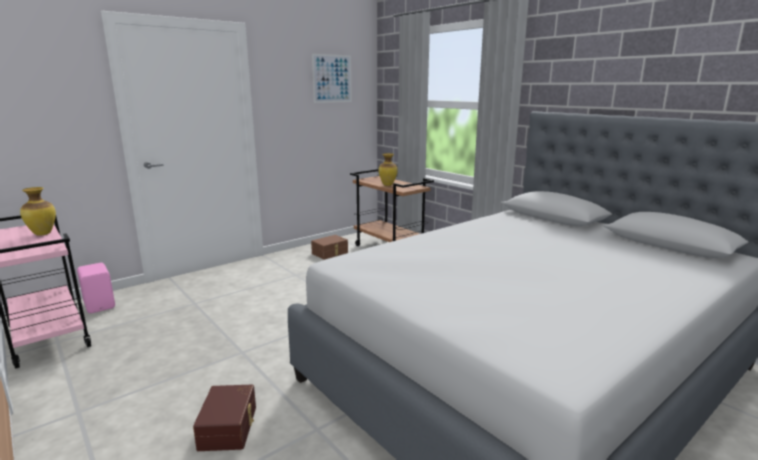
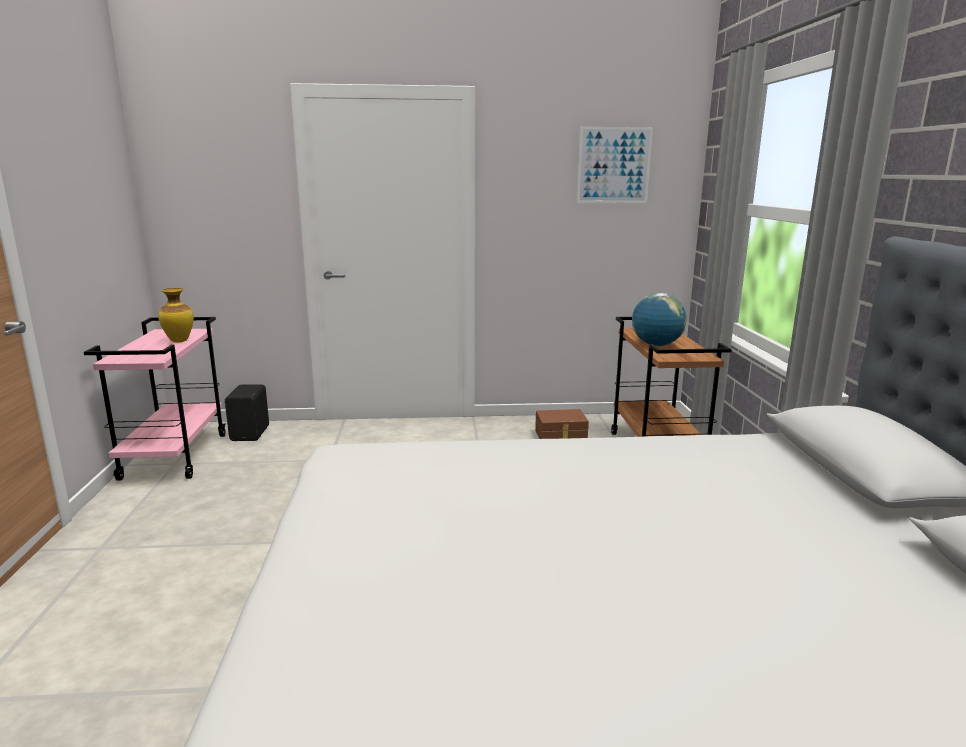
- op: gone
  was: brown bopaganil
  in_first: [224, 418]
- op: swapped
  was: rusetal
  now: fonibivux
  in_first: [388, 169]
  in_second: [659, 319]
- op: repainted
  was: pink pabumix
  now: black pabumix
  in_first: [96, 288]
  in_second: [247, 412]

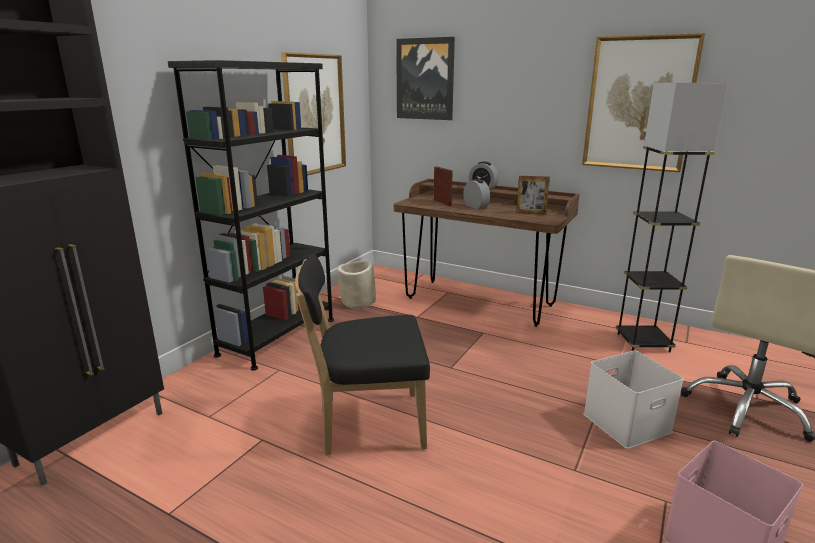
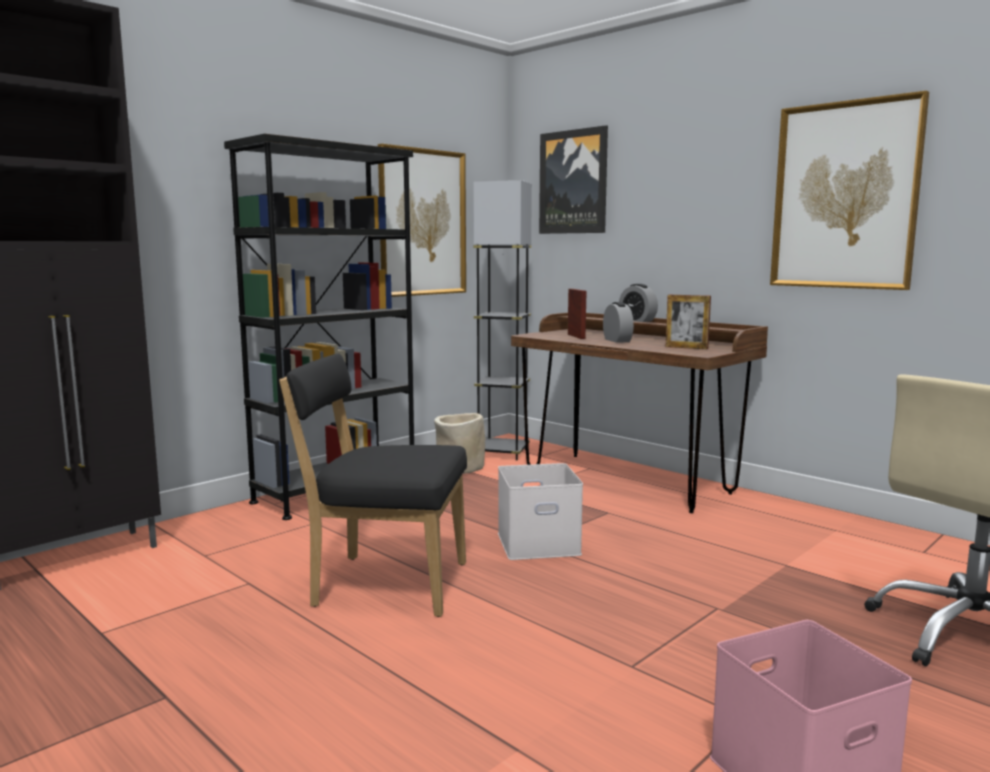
- op: shifted
  was: white bopaganil
  in_first: [633, 399]
  in_second: [540, 511]
- op: shifted
  was: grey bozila
  in_first: [672, 217]
  in_second: [502, 320]

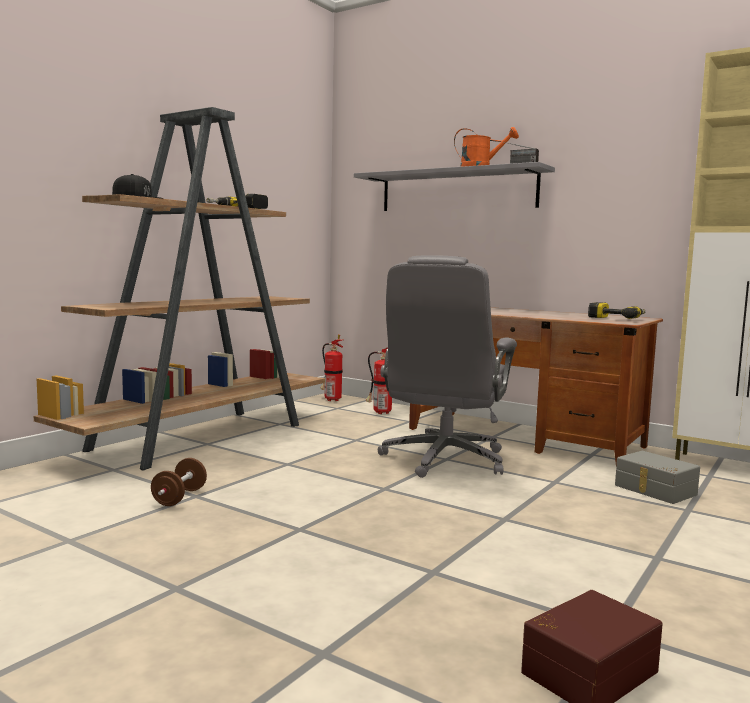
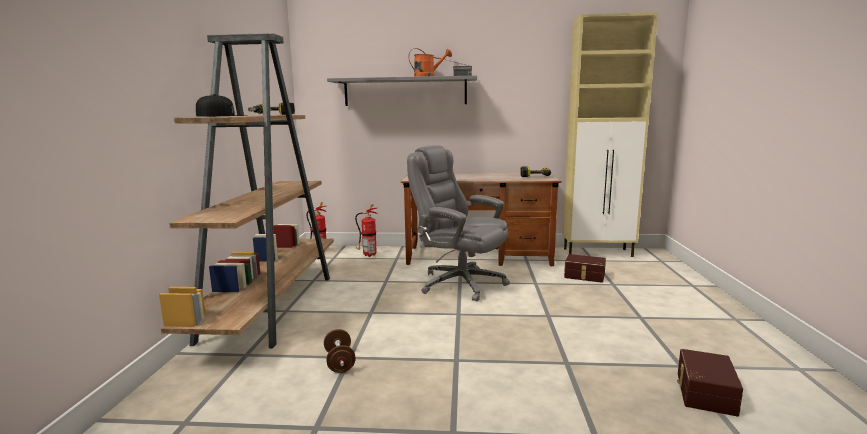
- op: repainted
  was: grey bopaganil
  now: brown bopaganil
  in_first: [657, 477]
  in_second: [585, 268]
- op: rotated
  was: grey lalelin
  in_first: [447, 366]
  in_second: [458, 223]
  clockwise: 135

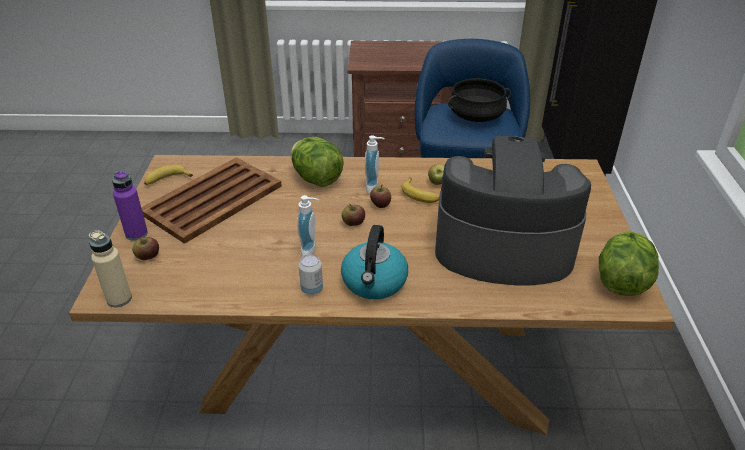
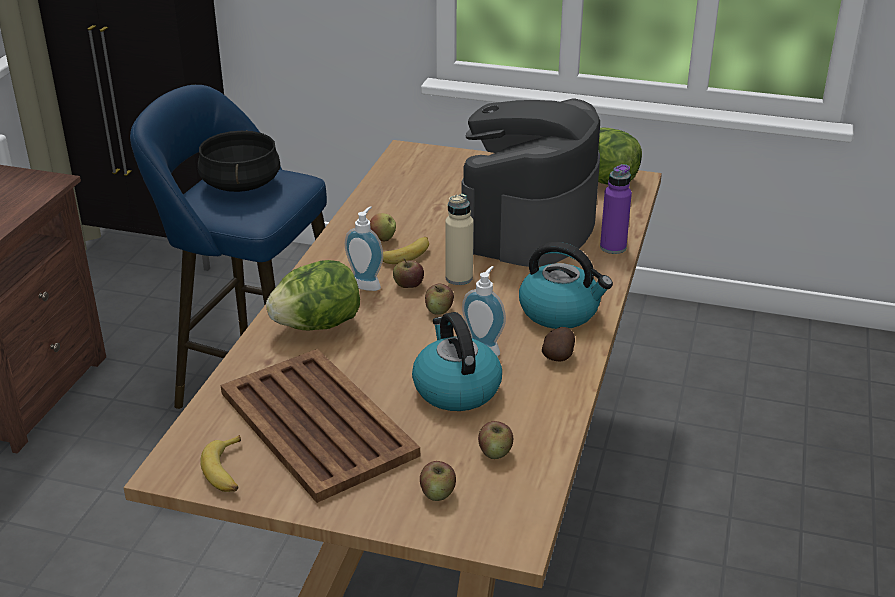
- op: new
  now: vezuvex
  in_second: [457, 361]
- op: new
  now: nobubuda
  in_second: [495, 440]
- op: shifted
  was: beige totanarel
  in_first: [110, 268]
  in_second: [459, 239]
- op: shifted
  was: purple totanarel
  in_first: [130, 206]
  in_second: [616, 209]
- op: swapped
  was: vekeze
  now: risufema
  in_first: [311, 274]
  in_second: [558, 344]

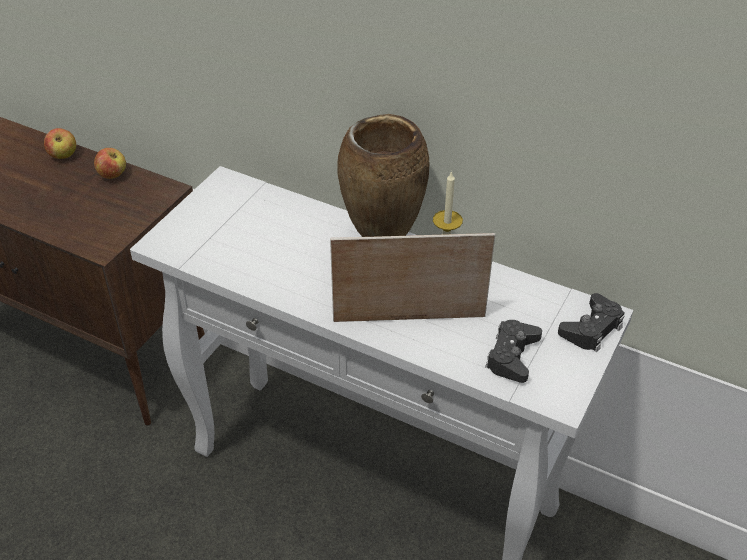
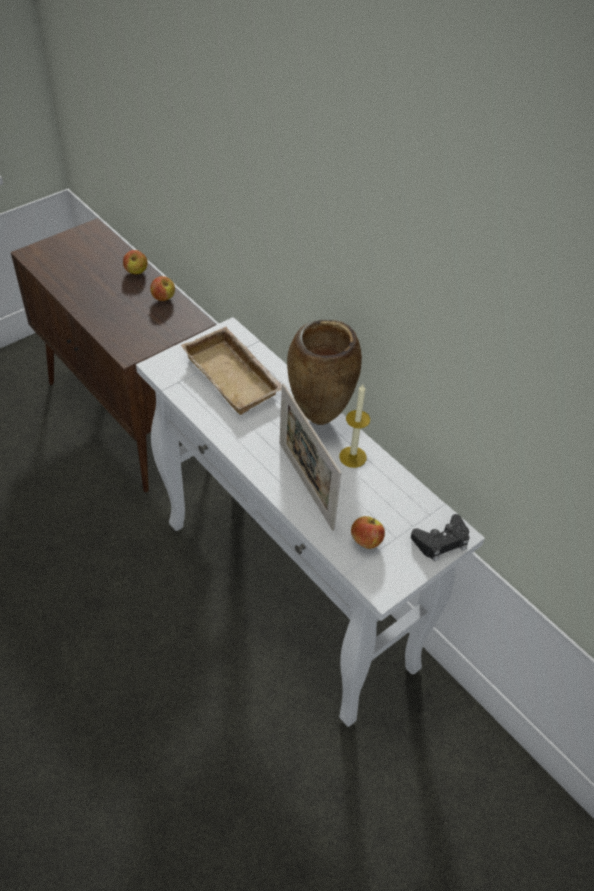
- op: new
  now: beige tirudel
  in_second: [231, 371]
- op: swapped
  was: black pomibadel
  now: nobubuda
  in_first: [513, 351]
  in_second: [368, 532]
- op: rotated
  was: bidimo
  in_first: [412, 277]
  in_second: [311, 457]
  clockwise: -135

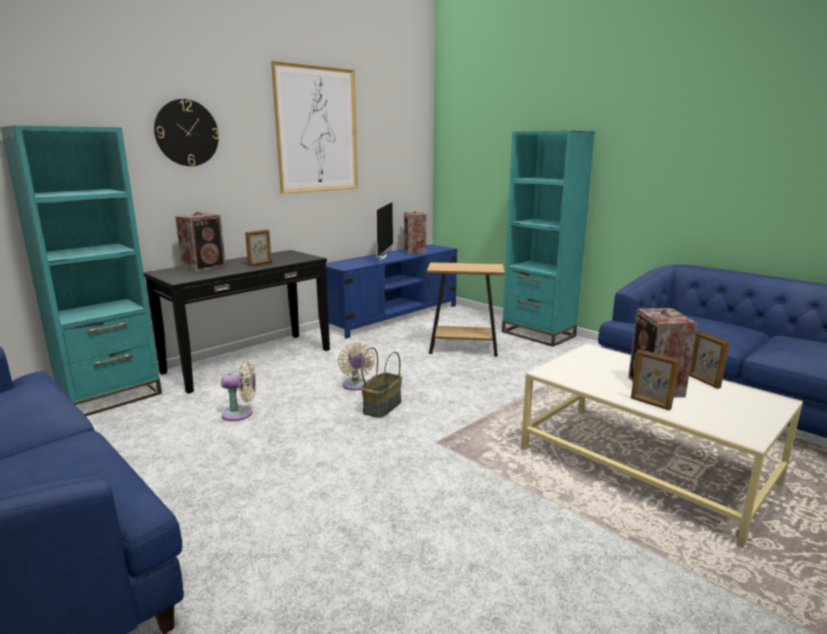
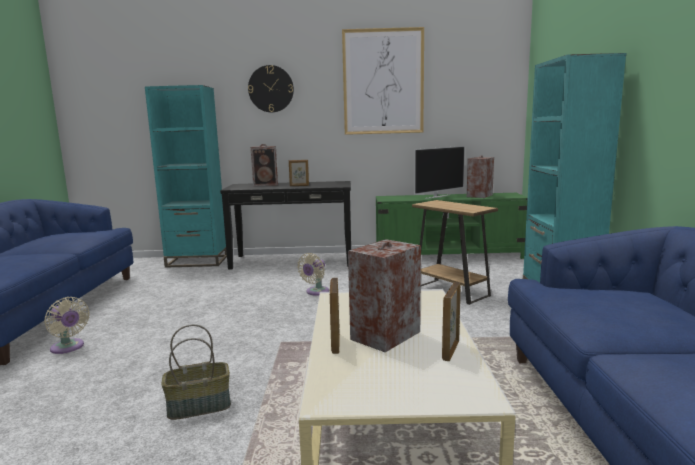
- op: shifted
  was: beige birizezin
  in_first: [238, 391]
  in_second: [67, 325]
- op: shifted
  was: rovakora
  in_first: [381, 382]
  in_second: [196, 372]
- op: repainted
  was: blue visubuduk
  now: green visubuduk
  in_first: [391, 291]
  in_second: [452, 226]

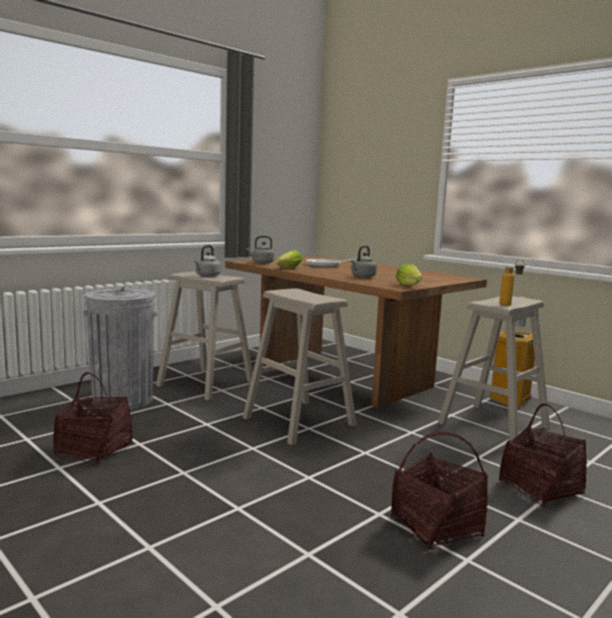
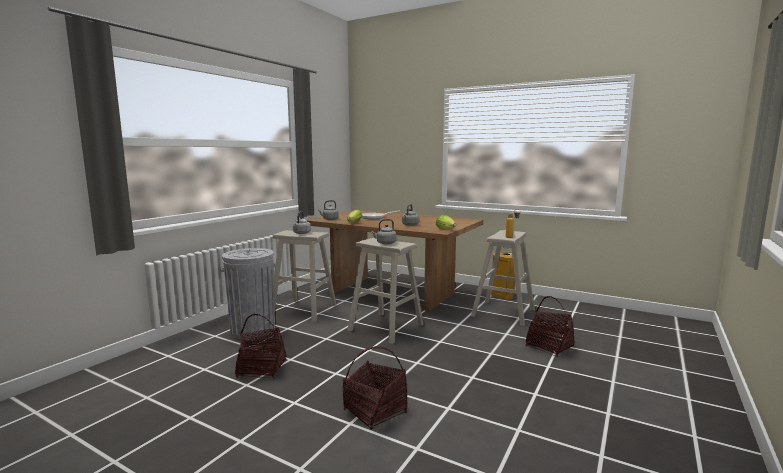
- op: new
  now: grey vezuvex
  in_second: [384, 231]
- op: shifted
  was: rovakora
  in_first: [439, 491]
  in_second: [375, 388]

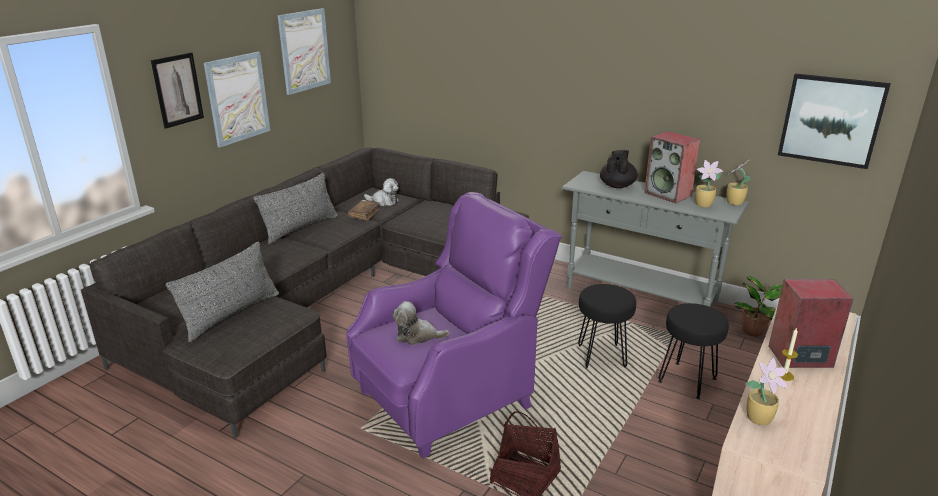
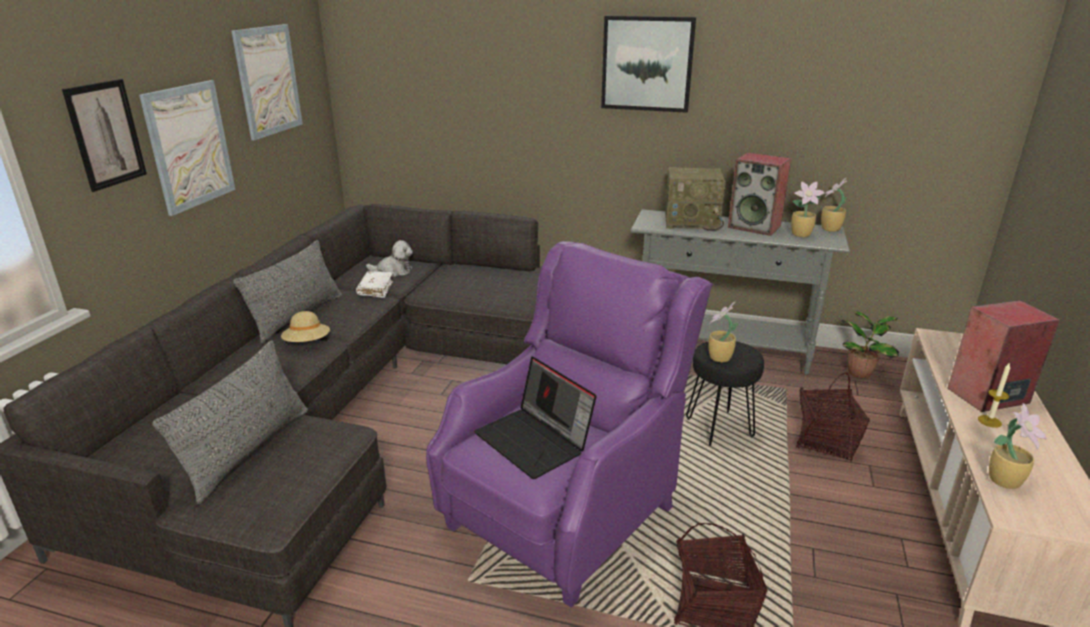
- op: new
  now: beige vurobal
  in_second: [305, 326]
- op: new
  now: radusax
  in_second: [723, 332]
- op: shifted
  was: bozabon
  in_first: [834, 121]
  in_second: [648, 64]
- op: swapped
  was: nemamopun
  now: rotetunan
  in_first: [421, 323]
  in_second: [535, 418]
- op: swapped
  was: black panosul
  now: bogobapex
  in_first: [619, 169]
  in_second: [695, 199]
- op: swapped
  was: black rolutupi
  now: rovakora
  in_first: [693, 351]
  in_second: [833, 417]
- op: repainted
  was: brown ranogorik
  now: white ranogorik
  in_first: [364, 210]
  in_second: [374, 284]

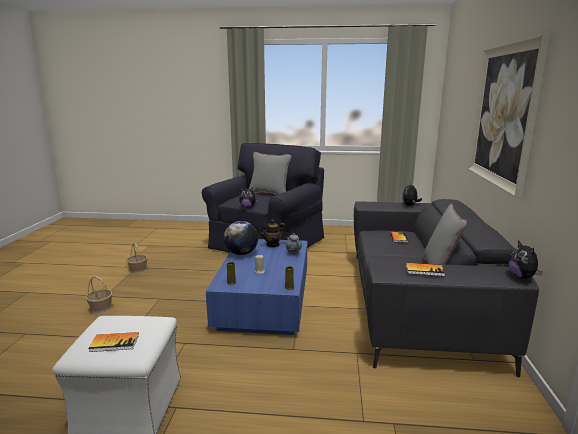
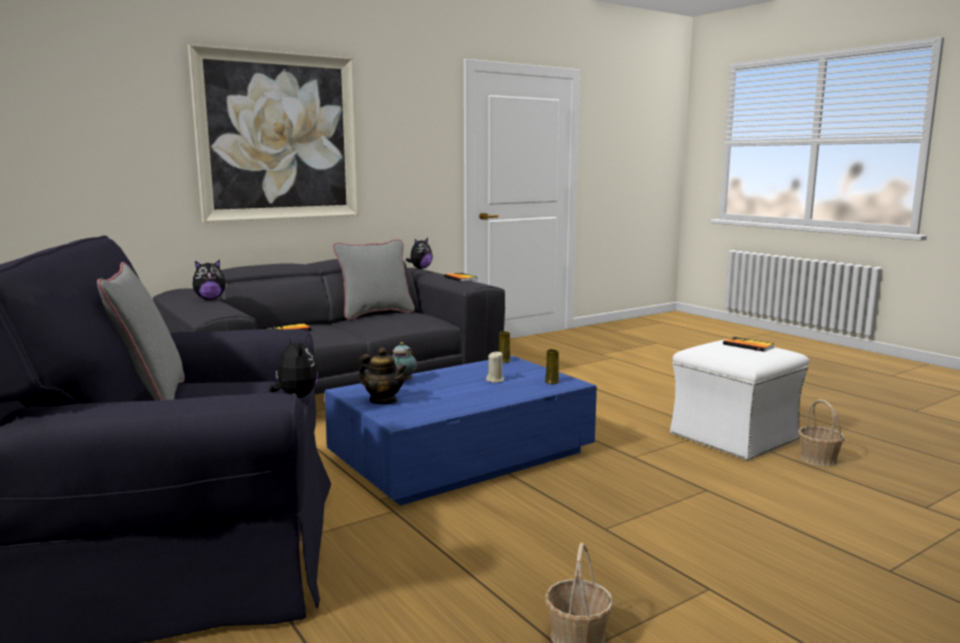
- op: gone
  was: fonibivux
  in_first: [241, 238]
- op: shifted
  was: rovakora
  in_first: [99, 295]
  in_second: [822, 432]

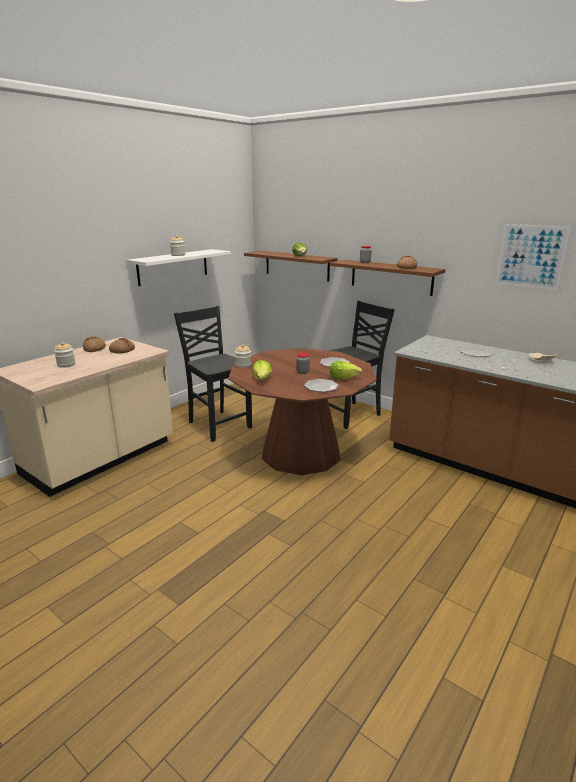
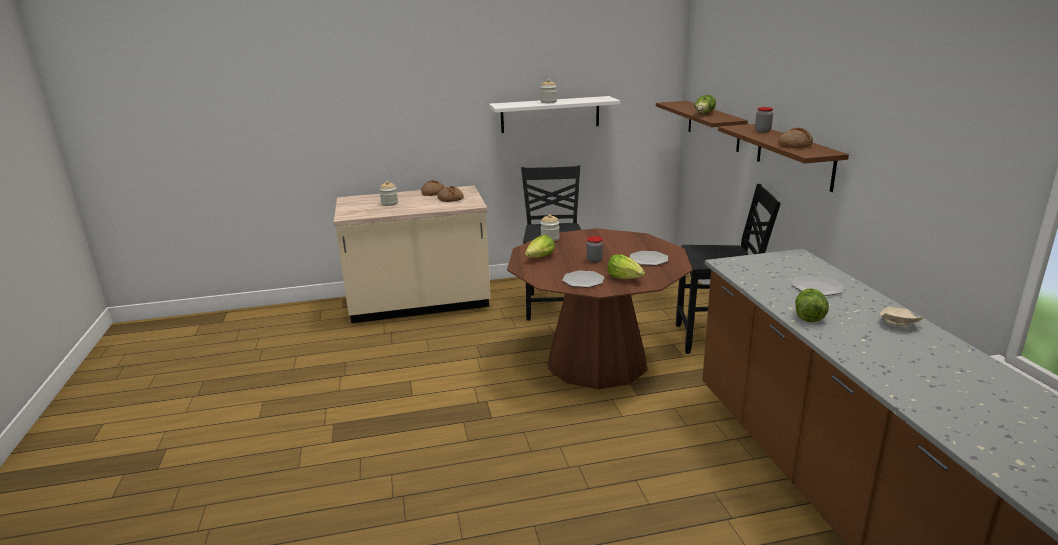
- op: gone
  was: bozabon
  in_first: [533, 257]
- op: new
  now: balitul
  in_second: [812, 305]

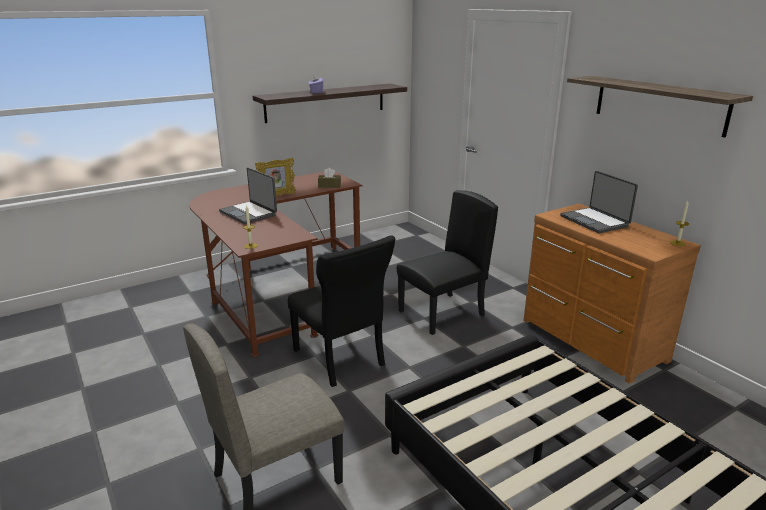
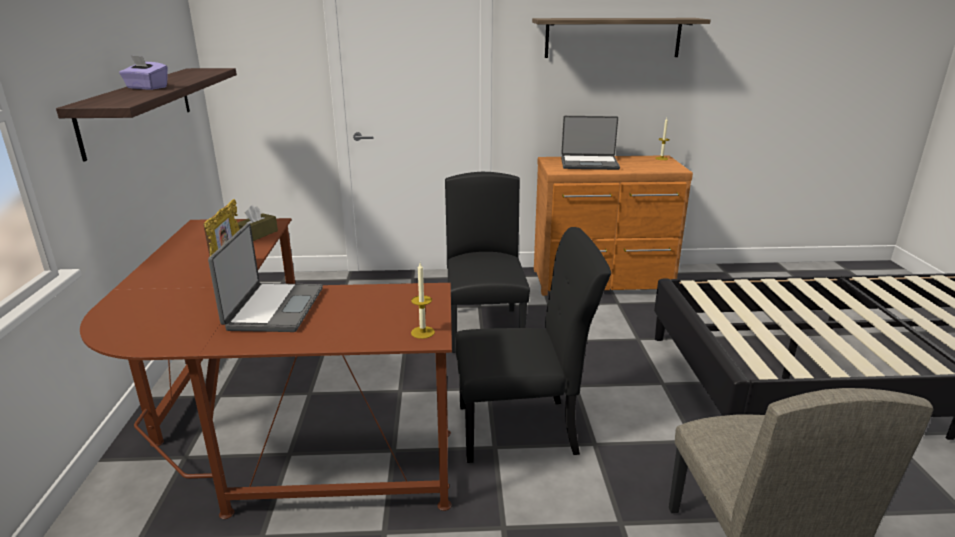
- op: rotated
  was: rotetunan
  in_first: [248, 196]
  in_second: [265, 277]
  clockwise: -75

